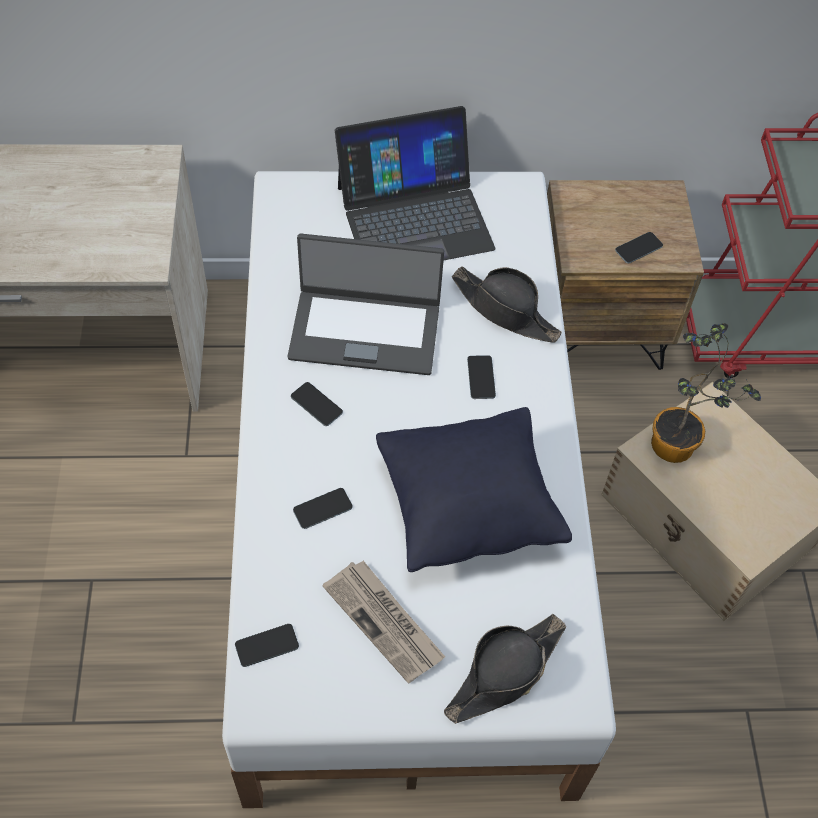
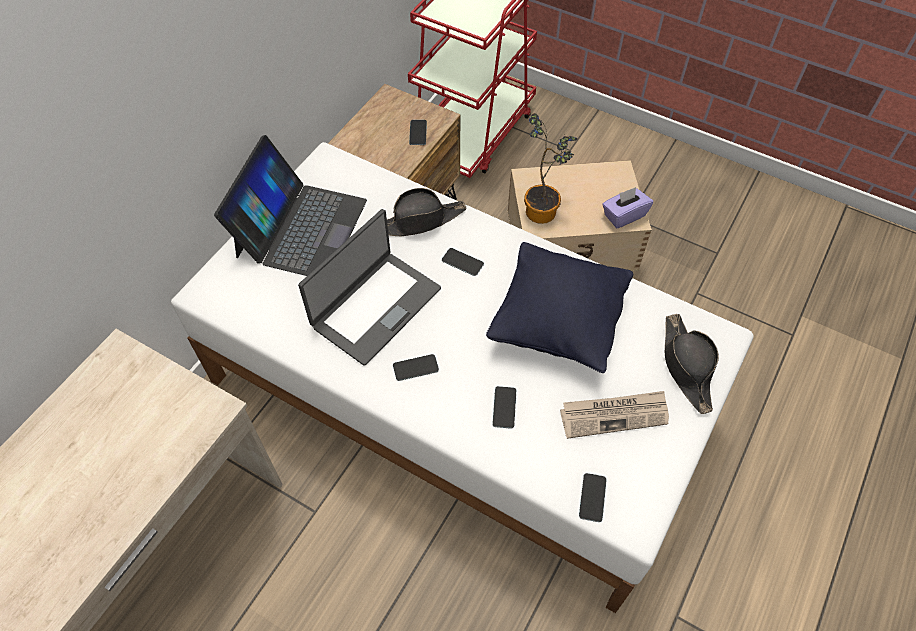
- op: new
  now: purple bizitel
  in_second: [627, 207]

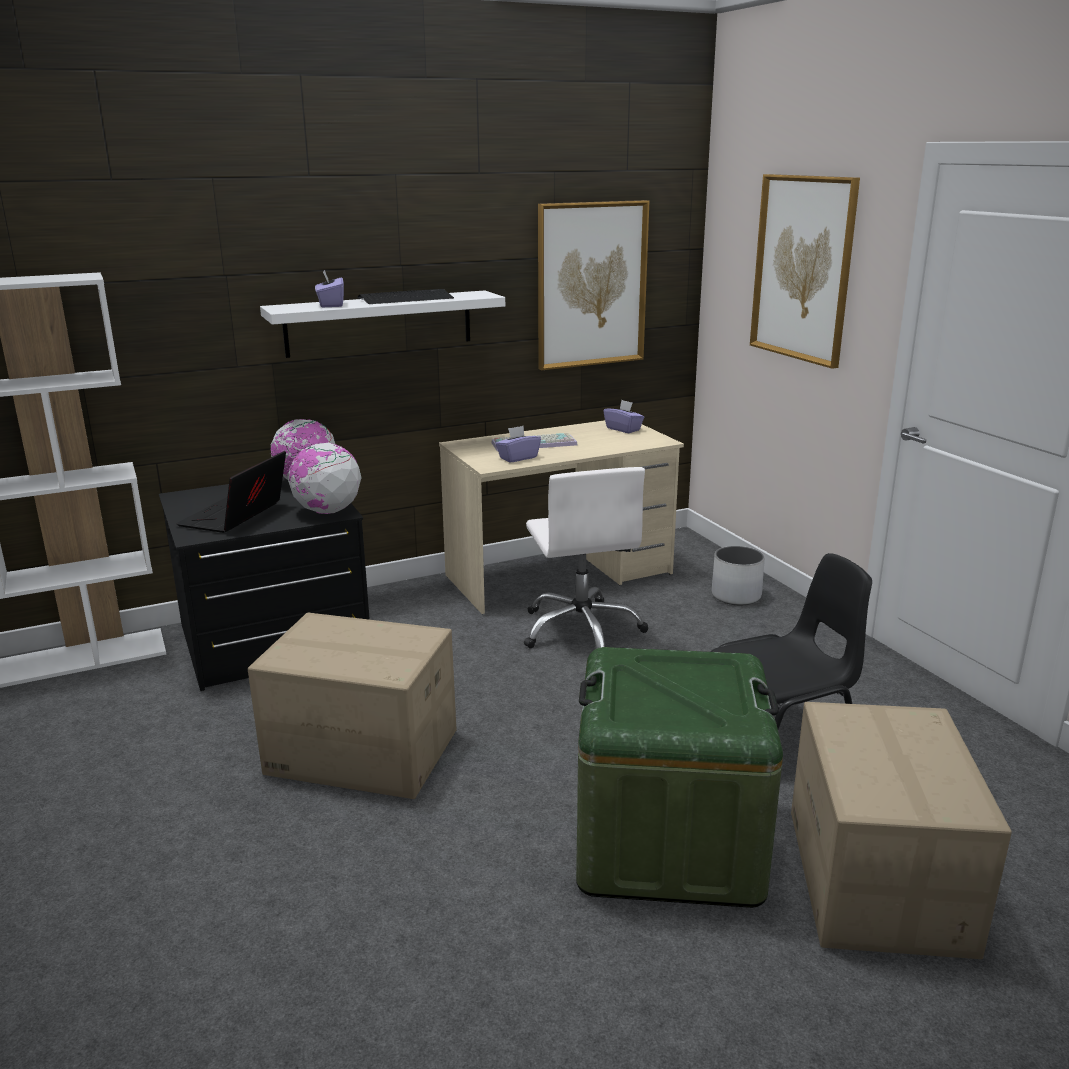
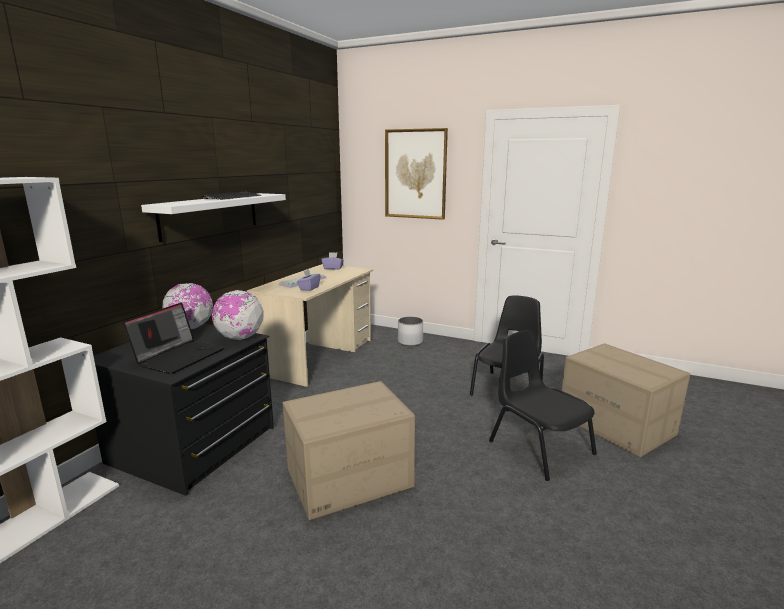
- op: gone
  was: purple bizitel
  in_first: [329, 288]
- op: gone
  was: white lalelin
  in_first: [586, 558]
- op: gone
  was: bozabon
  in_first: [593, 285]
- op: swapped
  was: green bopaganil
  now: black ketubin
  in_first: [679, 777]
  in_second: [543, 405]
- op: rotated
  was: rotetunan
  in_first: [231, 492]
  in_second: [173, 338]
  clockwise: -135

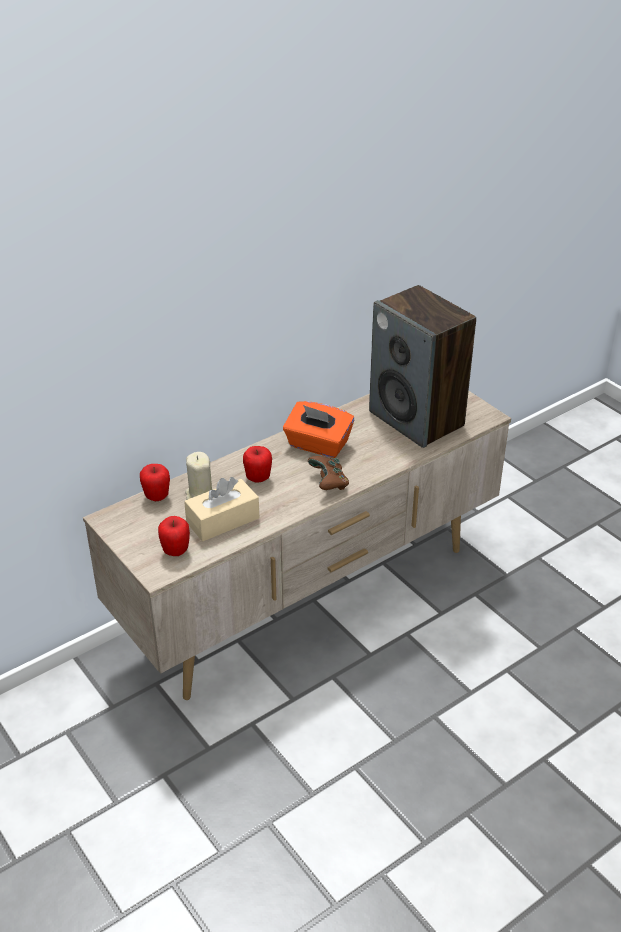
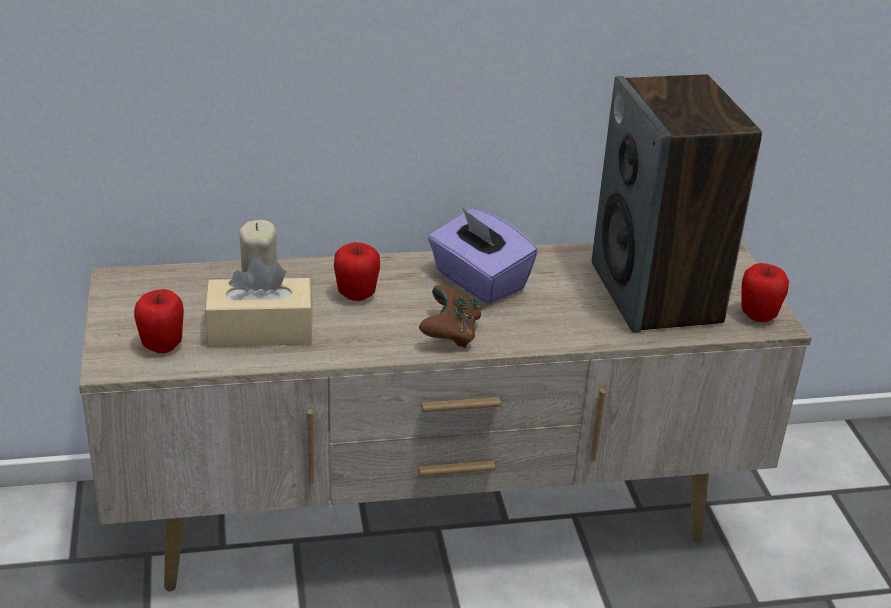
- op: shifted
  was: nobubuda
  in_first: [155, 482]
  in_second: [765, 292]
- op: repainted
  was: orange bizitel
  now: purple bizitel
  in_first: [318, 429]
  in_second: [483, 256]

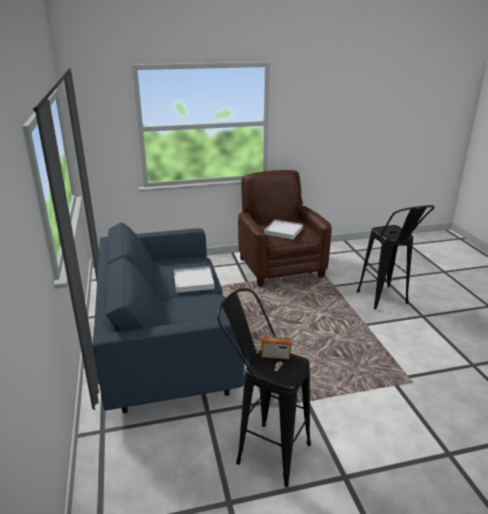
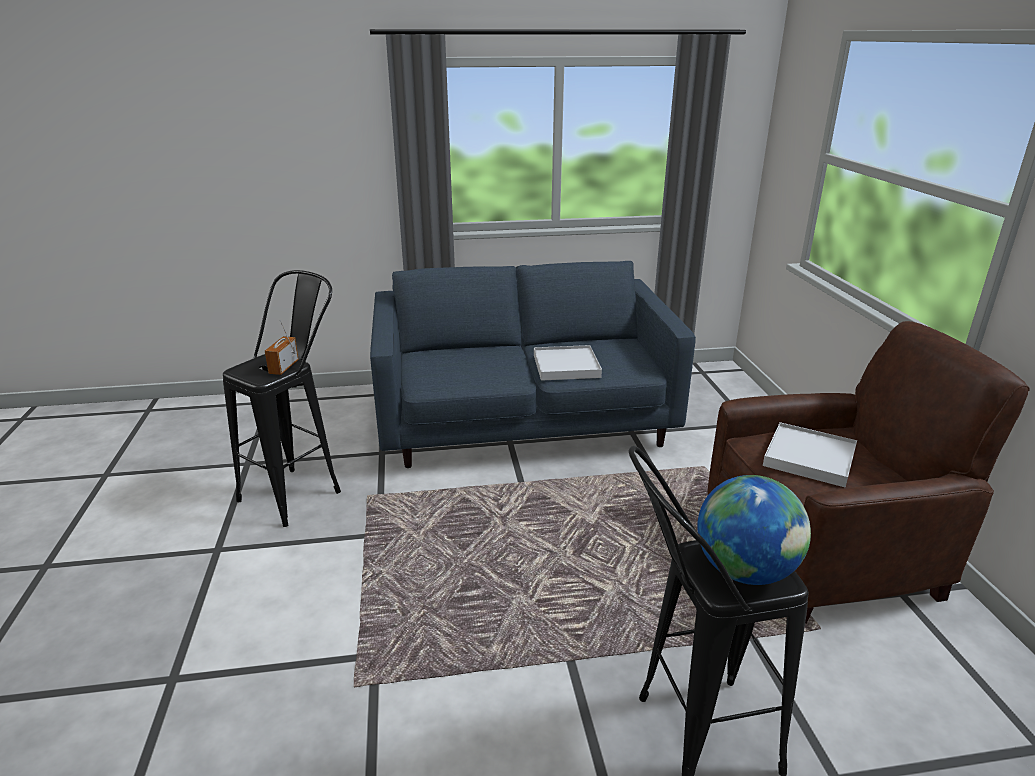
- op: new
  now: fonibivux
  in_second: [754, 530]

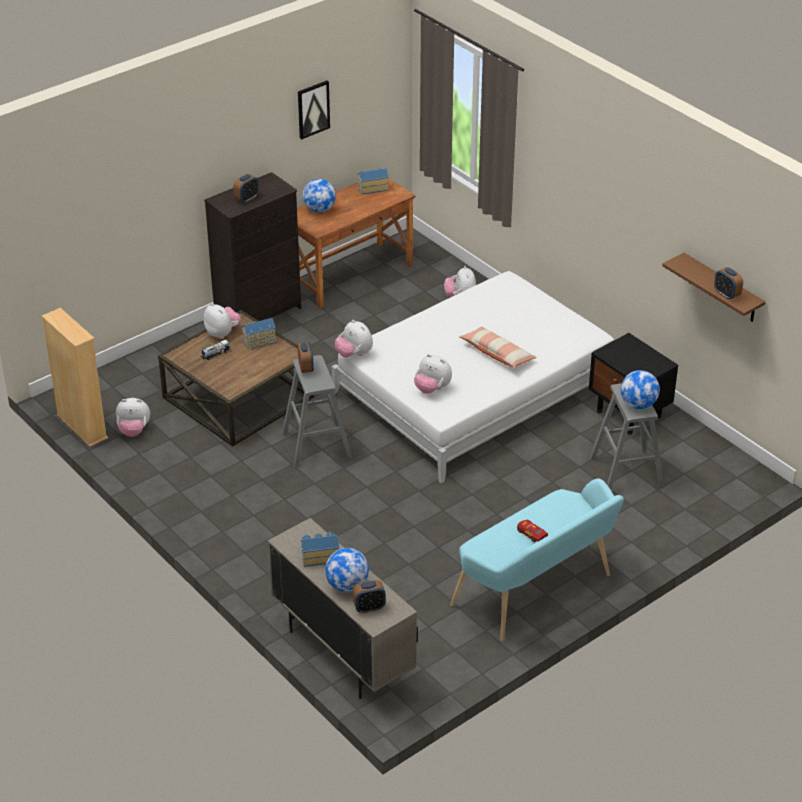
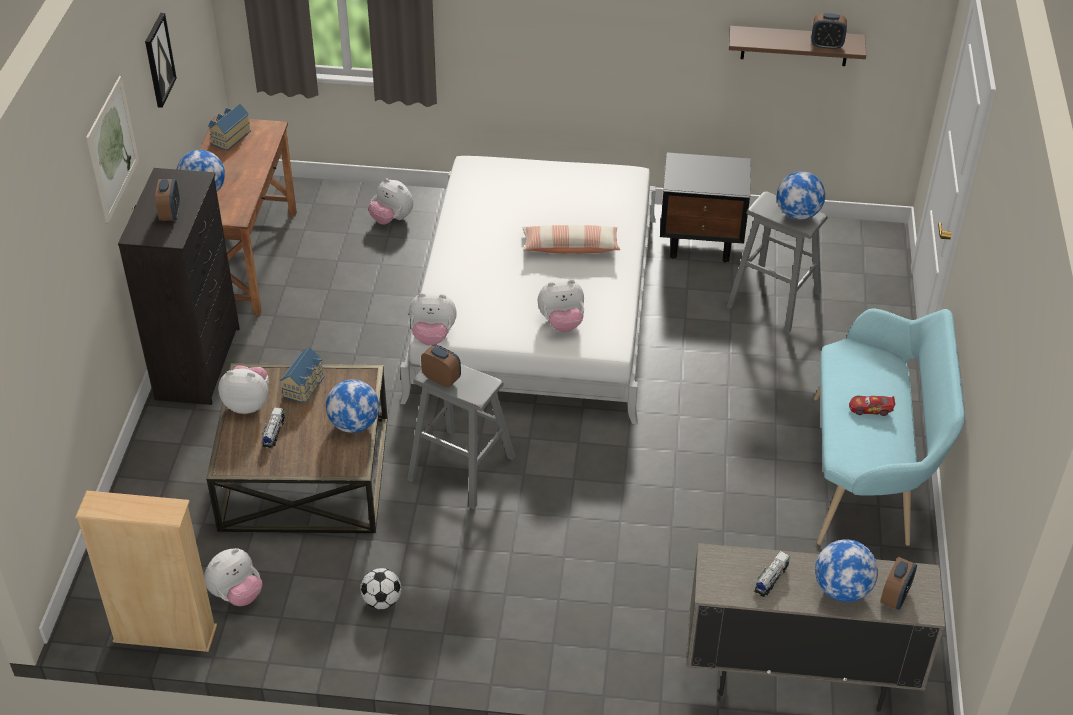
- op: new
  now: bozabon
  in_second: [112, 150]
- op: new
  now: fonibivux
  in_second: [352, 406]
- op: new
  now: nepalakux
  in_second: [381, 588]
- op: swapped
  was: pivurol
  now: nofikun
  in_first: [319, 549]
  in_second: [772, 574]

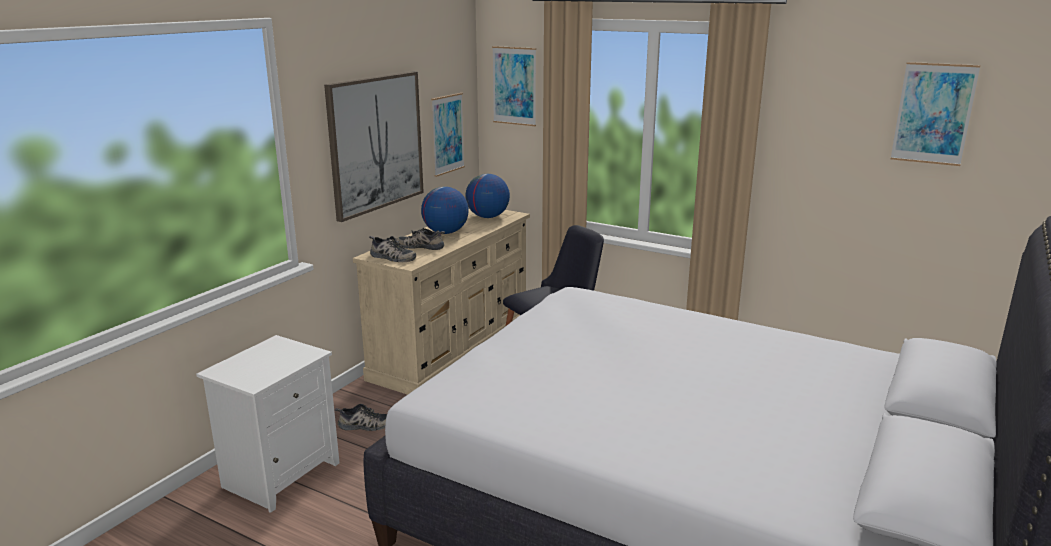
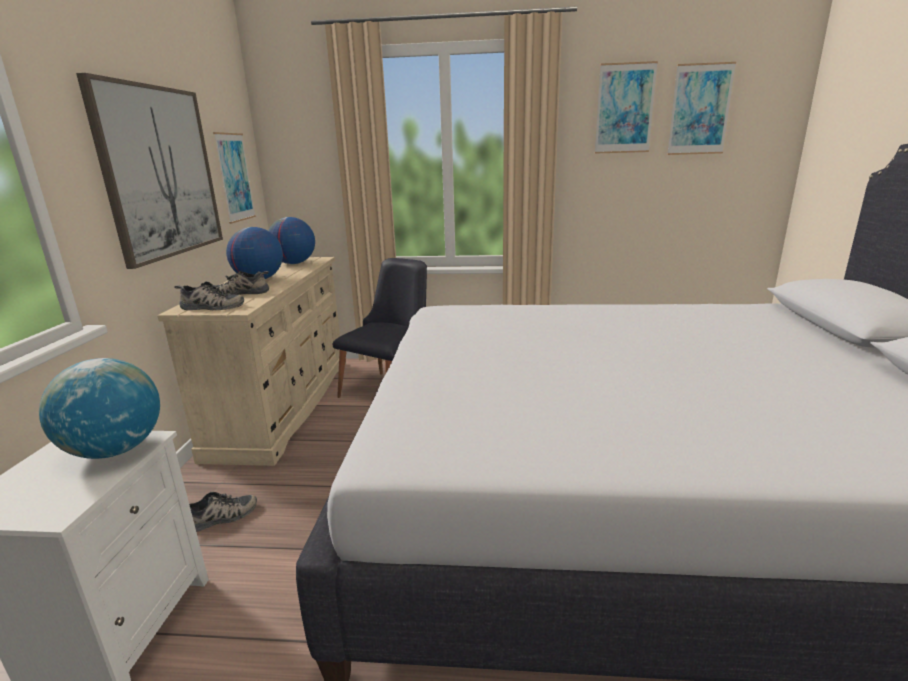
- op: new
  now: fonibivux
  in_second: [99, 408]
- op: shifted
  was: bozabon
  in_first: [514, 86]
  in_second: [626, 107]

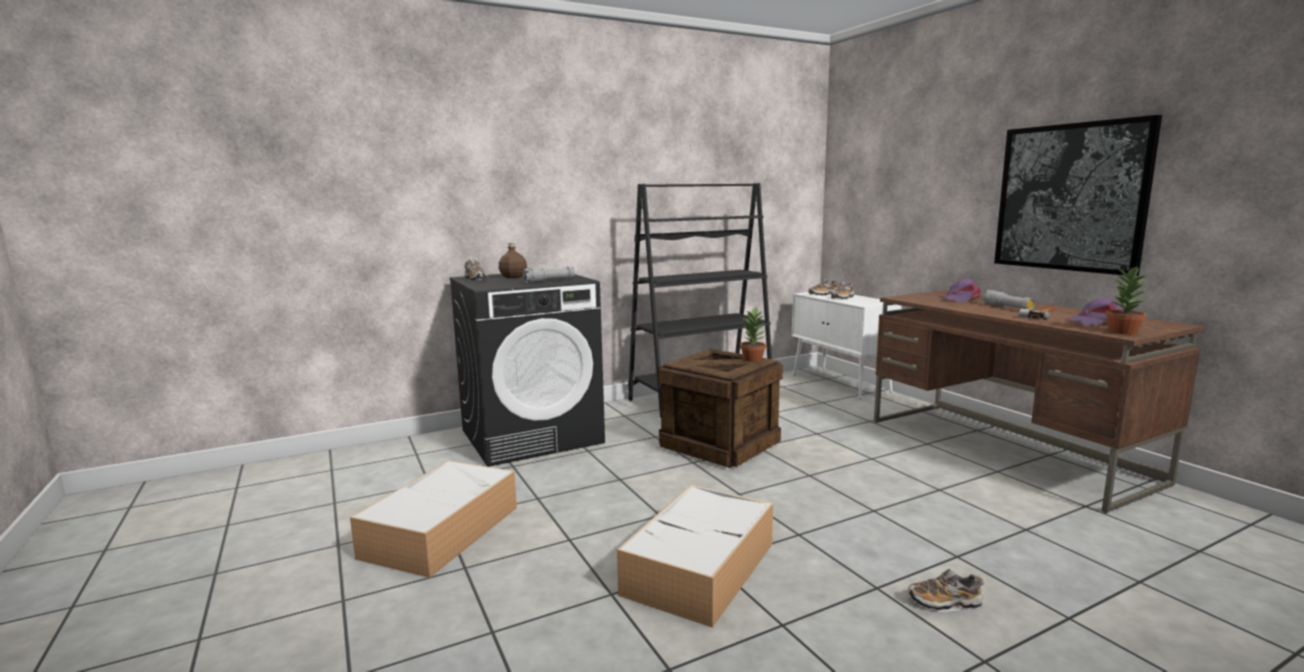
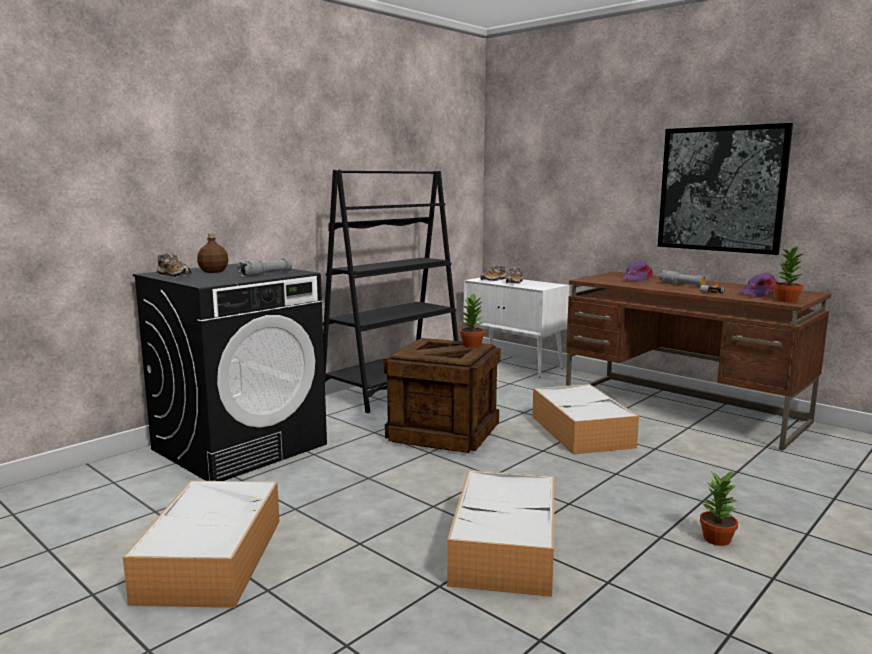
- op: new
  now: bopaganil
  in_second: [585, 419]
- op: swapped
  was: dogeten
  now: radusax
  in_first: [946, 590]
  in_second: [719, 508]

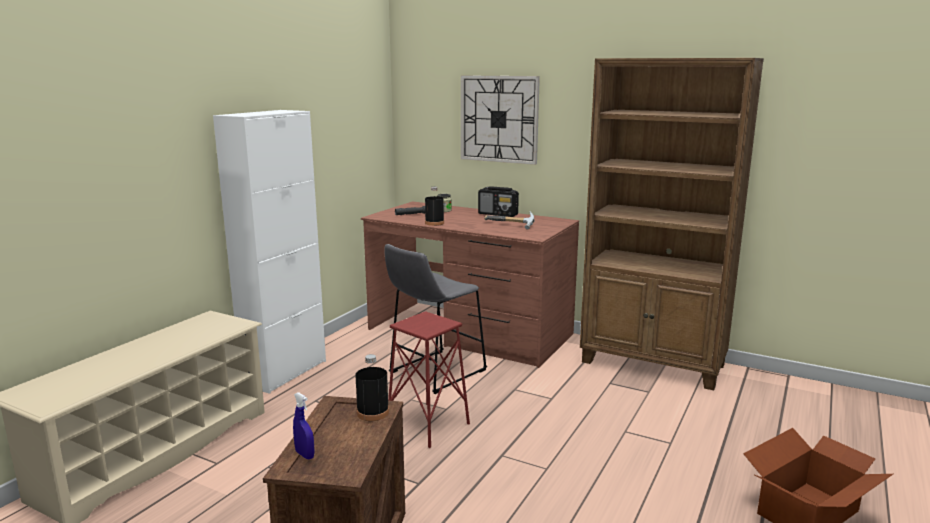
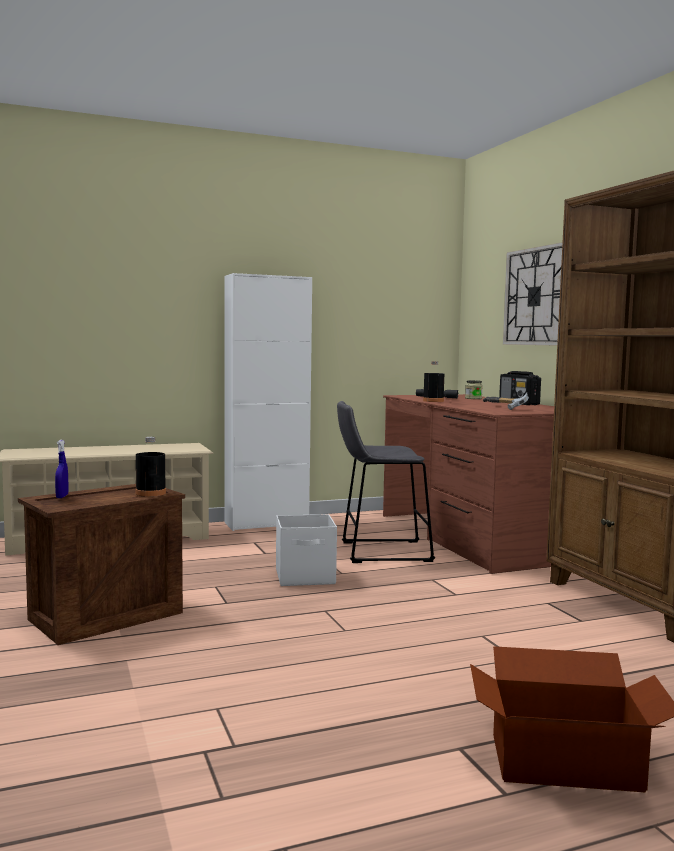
- op: swapped
  was: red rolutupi
  now: white bopaganil
  in_first: [429, 379]
  in_second: [306, 550]

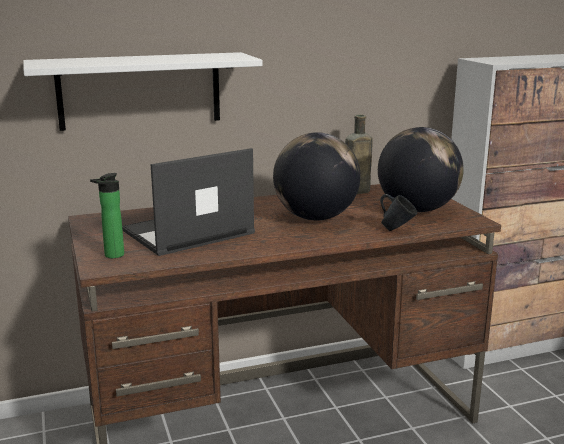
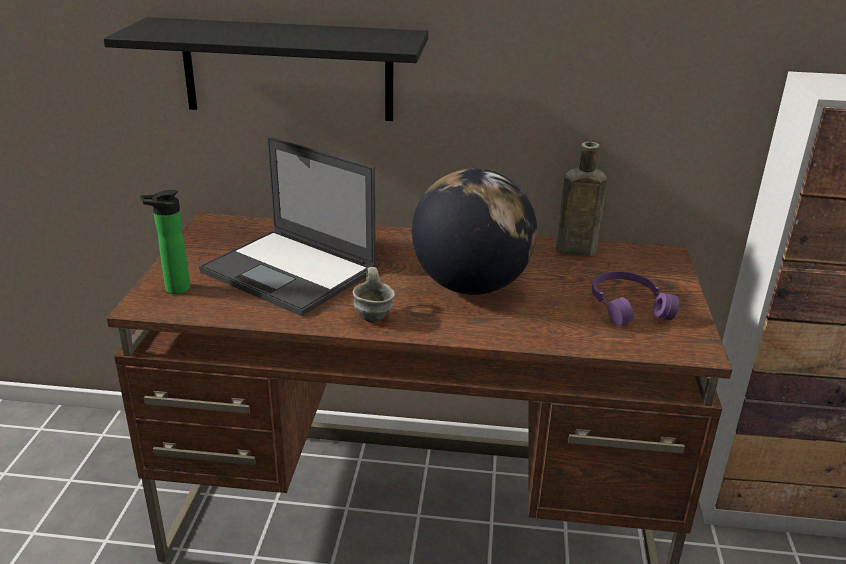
- op: gone
  was: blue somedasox
  in_first: [398, 212]
- op: new
  now: grey somedasox
  in_second: [374, 295]
- op: swapped
  was: fonibivux
  now: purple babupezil
  in_first: [421, 169]
  in_second: [635, 298]
- op: repainted
  was: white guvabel
  now: black guvabel
  in_first: [142, 91]
  in_second: [266, 69]
- op: rotated
  was: rotetunan
  in_first: [188, 202]
  in_second: [288, 226]
  clockwise: -135

